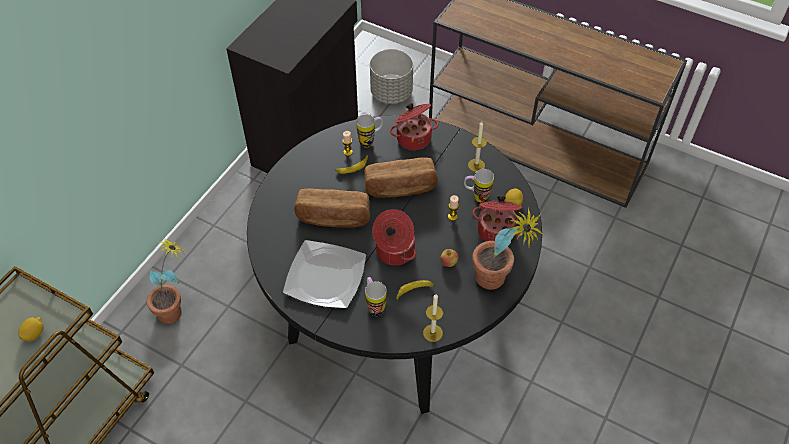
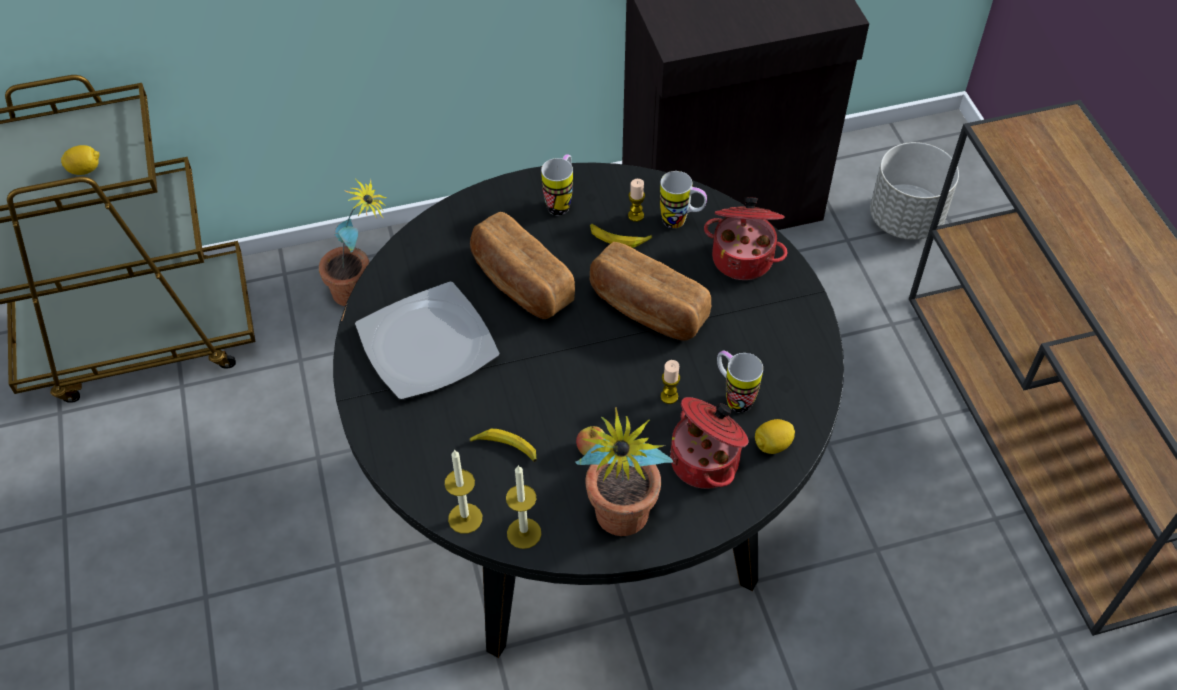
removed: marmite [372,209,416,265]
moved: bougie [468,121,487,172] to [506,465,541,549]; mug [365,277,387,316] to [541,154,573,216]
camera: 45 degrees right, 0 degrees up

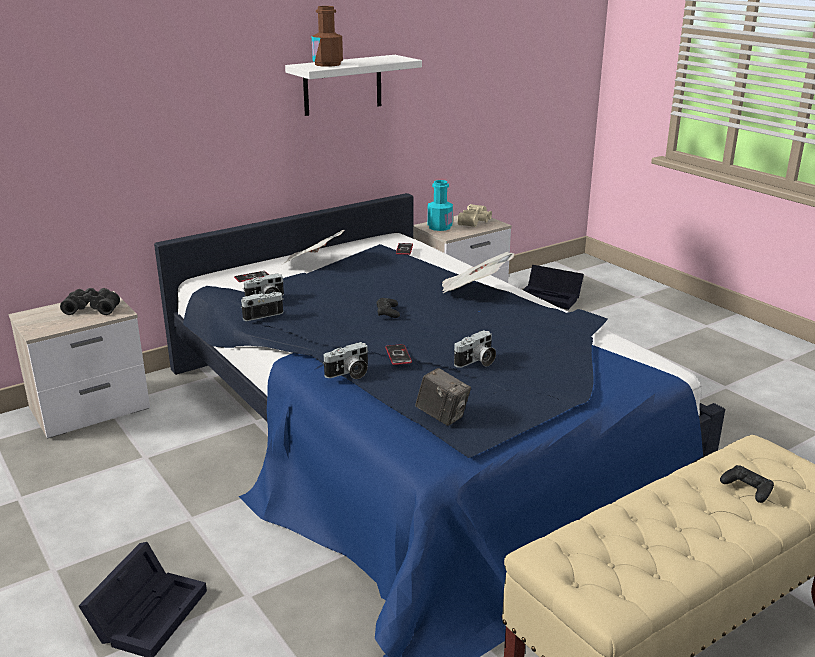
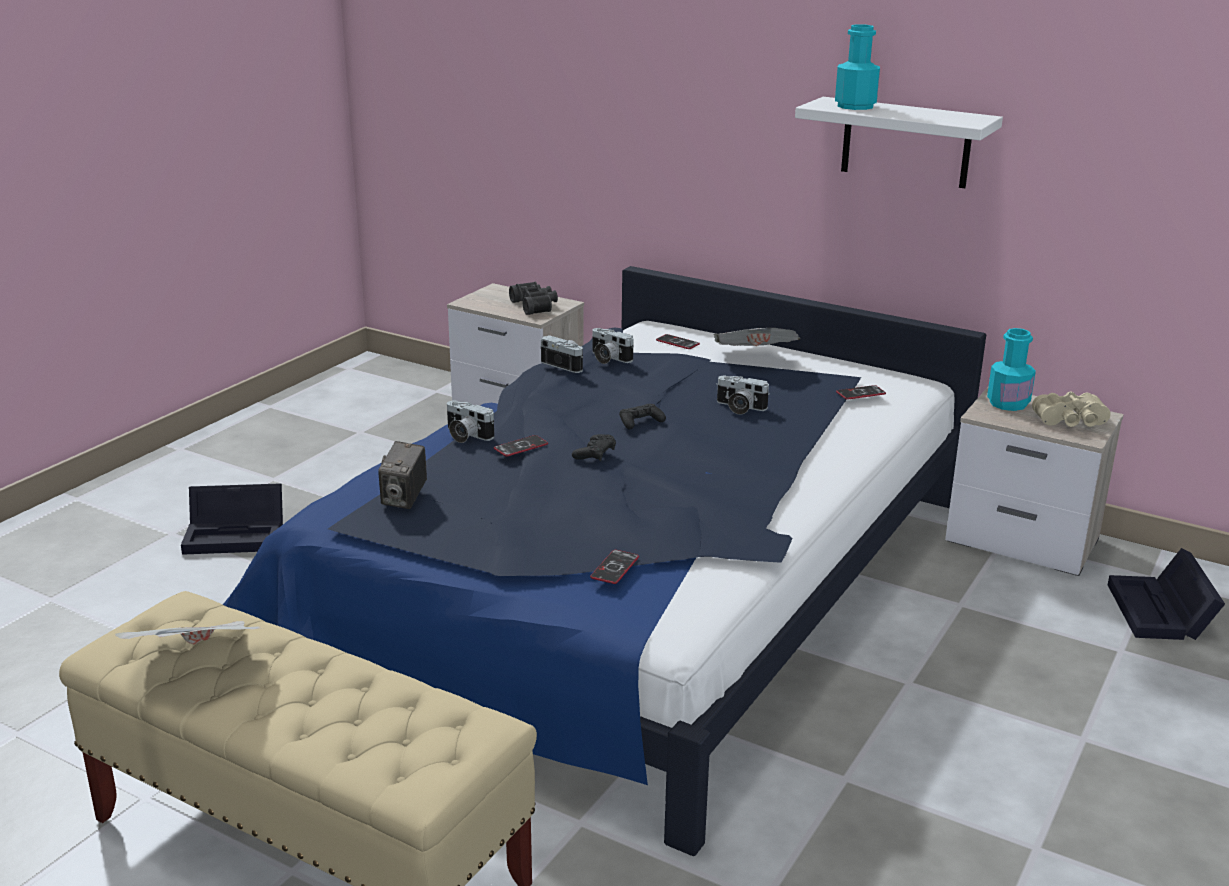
added: téléphone [590,550,639,584]
moved: journal [442,252,514,293] to [115,621,261,644]; manette [noir] [720,465,774,503] to [572,434,616,461]; appareil photo [454,330,496,368] to [716,376,770,415]
recoloured: bouteille [marron] [312,6,343,67] to bouteille [turquoise] [835,24,880,110]
camera: 65 degrees right, 0 degrees up

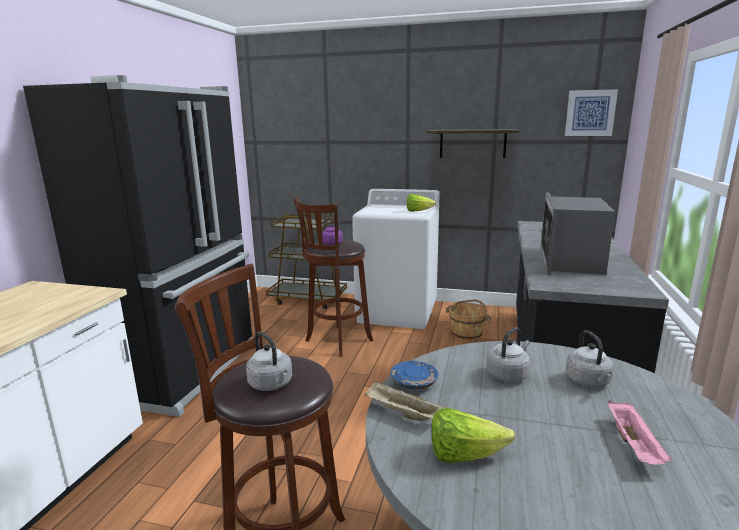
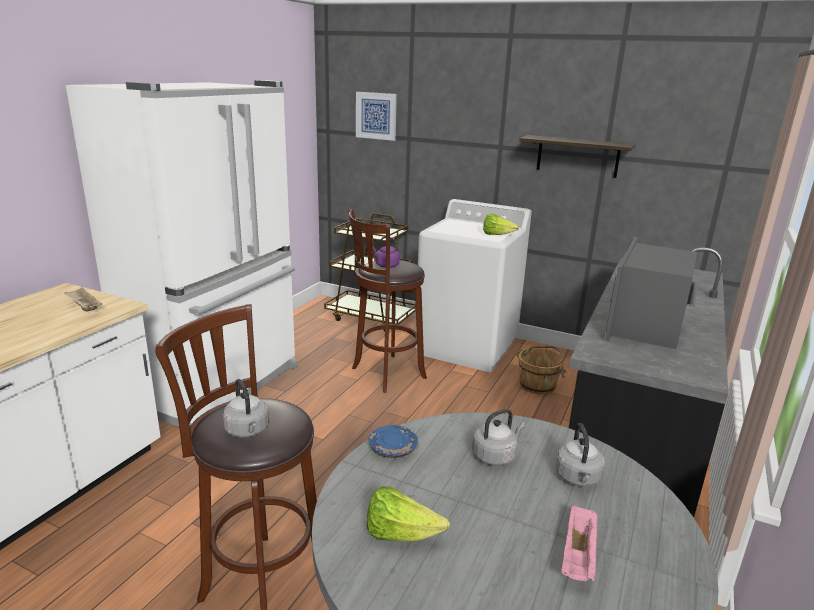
moved: plateau [beige] [364,381,446,421] to [64,287,103,312]; tableau [565,89,618,136] to [356,92,397,141]
recoloured: réfrigérateur [noir] [23,75,253,417] to réfrigérateur [blanc] [66,80,297,427]
camera: 10 degrees right, 5 degrees up

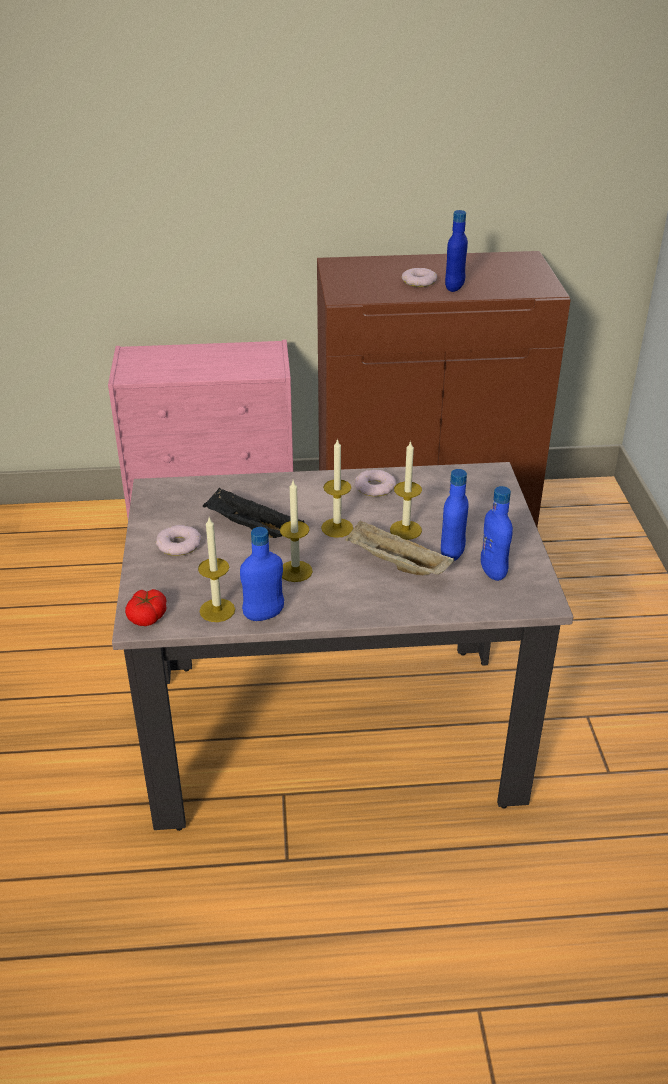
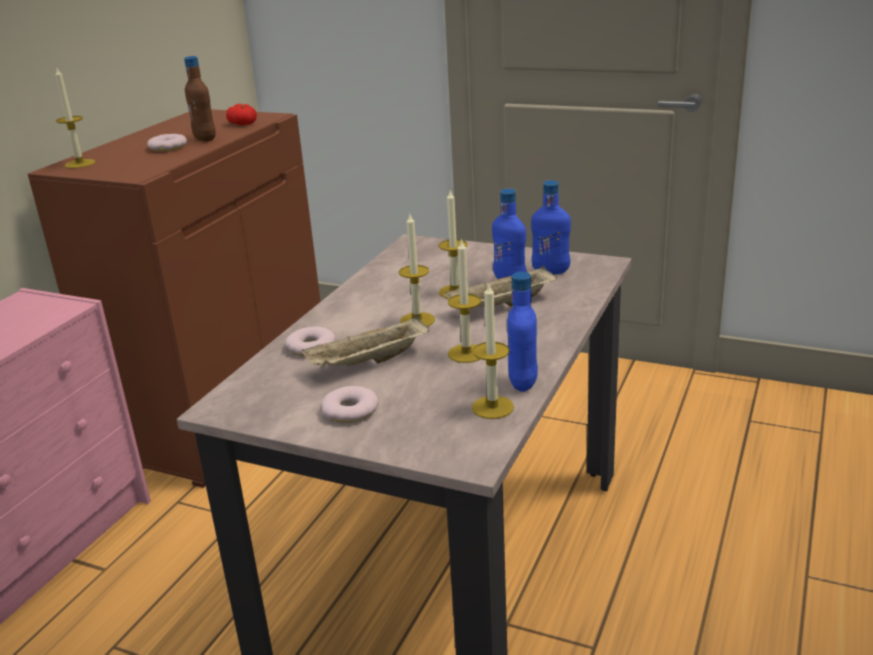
added: bougie [55,66,95,168]
moved: tomate [125,589,167,626] to [226,104,257,125]; beignet [355,470,396,497] to [285,327,336,356]
recoloured: bouteille [bleu] [445,210,468,292] to bouteille [marron] [184,56,216,141]; plateau [noir] [203,487,304,538] to plateau [beige] [302,316,429,367]
camera: 60 degrees left, 10 degrees down

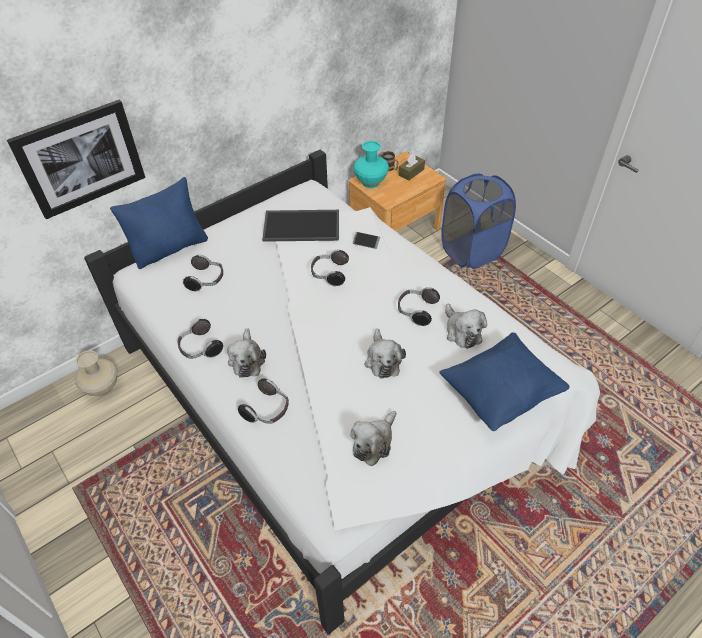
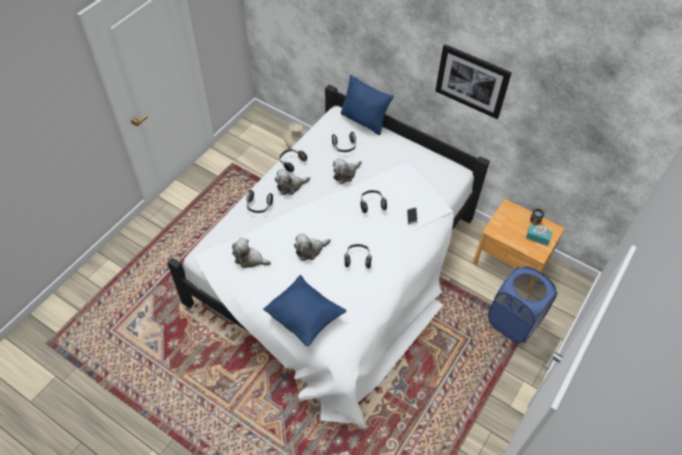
removed: plateau [262,210,339,242]; vase [turquoise] [353,141,389,188]
moved: peluche [445,304,487,349] to [333,158,362,184]; tableau [7,100,145,219] to [435,44,512,119]
recoloured: boîte à mouchoirs [marron] [398,153,425,181] to boîte à mouchoirs [turquoise] [526,224,552,245]
camera: 70 degrees right, 5 degrees up

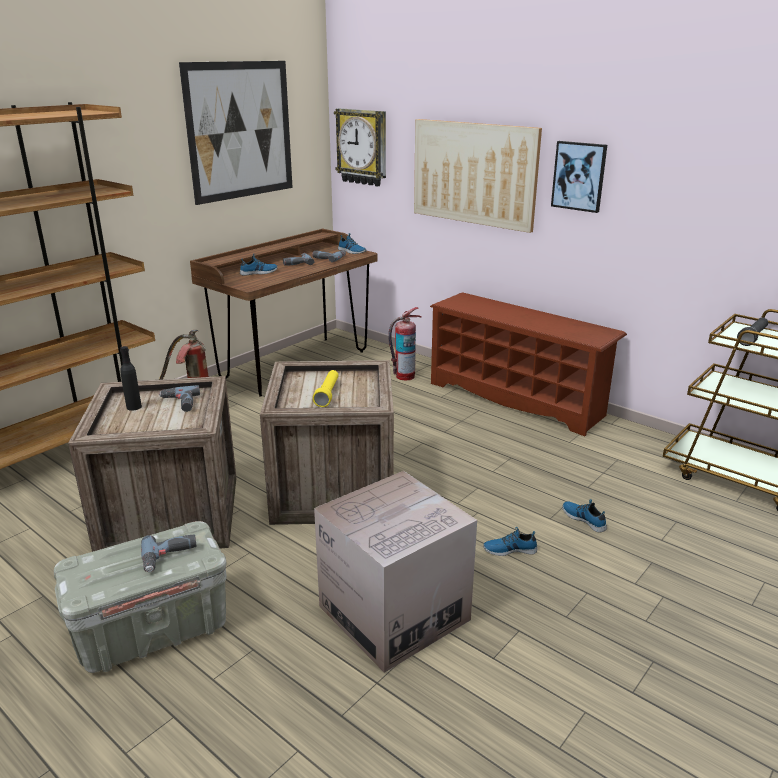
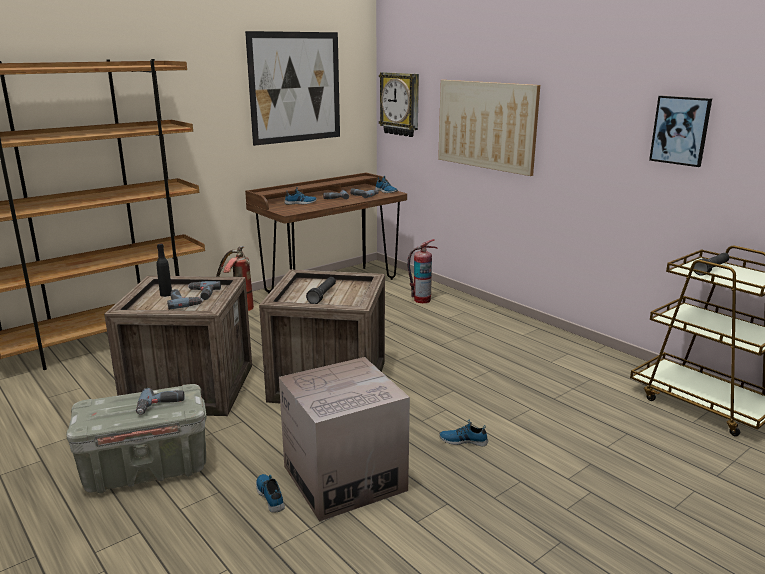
removed: étagère à chaussures [marron] [430,292,627,436]
added: perceuse [167,289,203,309]
moved: chaussure [562,499,607,532] to [256,474,285,513]; tableau [551,141,607,213] to [649,96,712,167]
recoloured: lampe de poche [jaune] [313,370,338,407] to lampe de poche [noir] [306,277,336,304]
camera: 10 degrees right, 5 degrees down

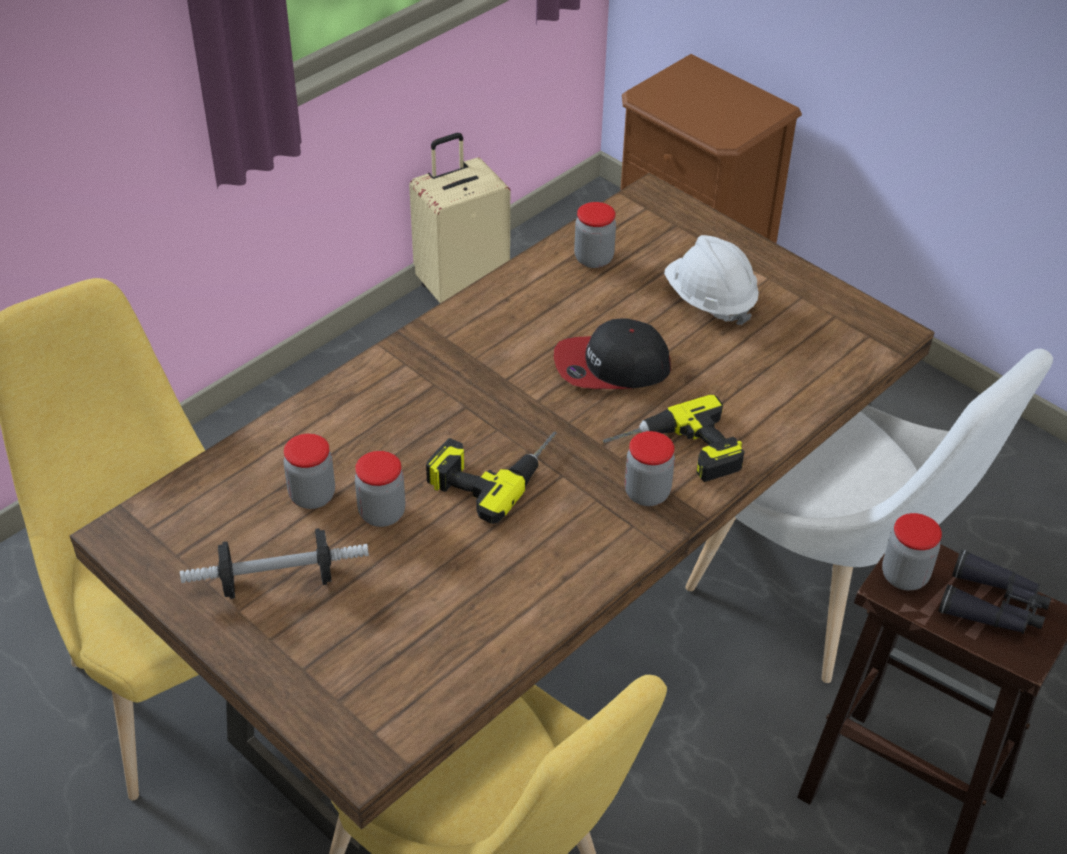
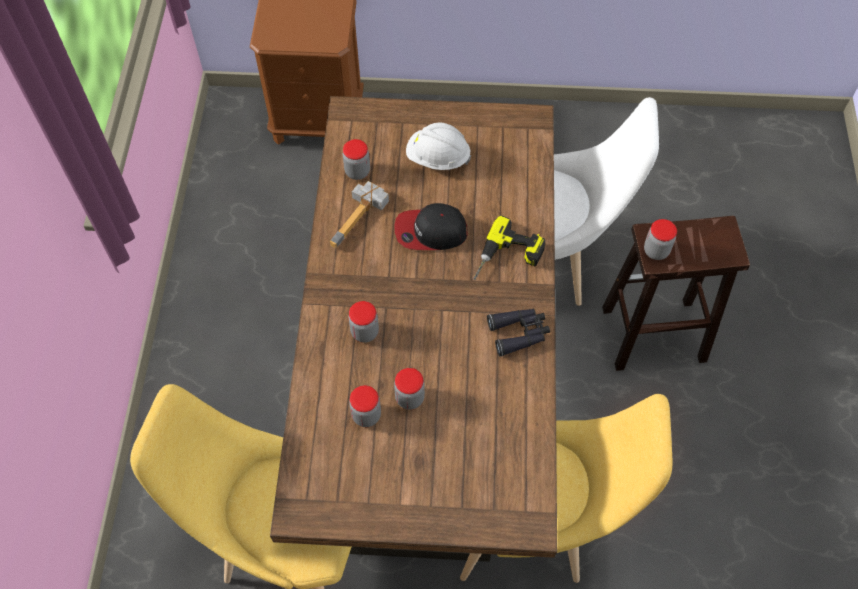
removed: haltère [180,528,369,599]; valise [beige] [409,133,510,303]; perceuse [426,432,557,524]
added: marteau [330,181,389,248]
moved: bocal [625,431,675,506] to [348,301,379,343]; jumelles [noir] [938,549,1051,634] to [487,308,550,357]
turned: casquette [554,318,671,389] = [394,203,468,250] 45 degrees clockwise
camera: 40 degrees left, 15 degrees up

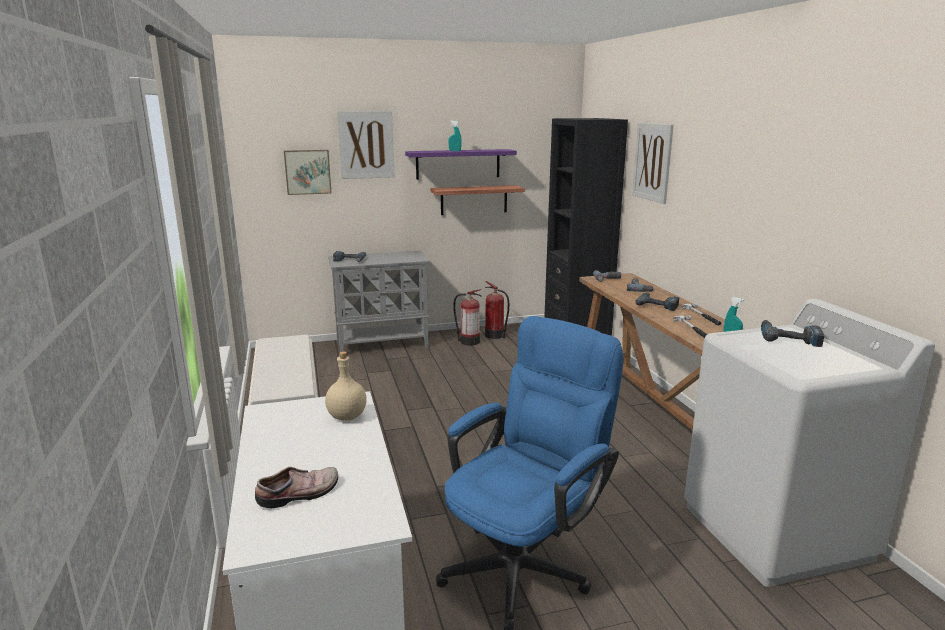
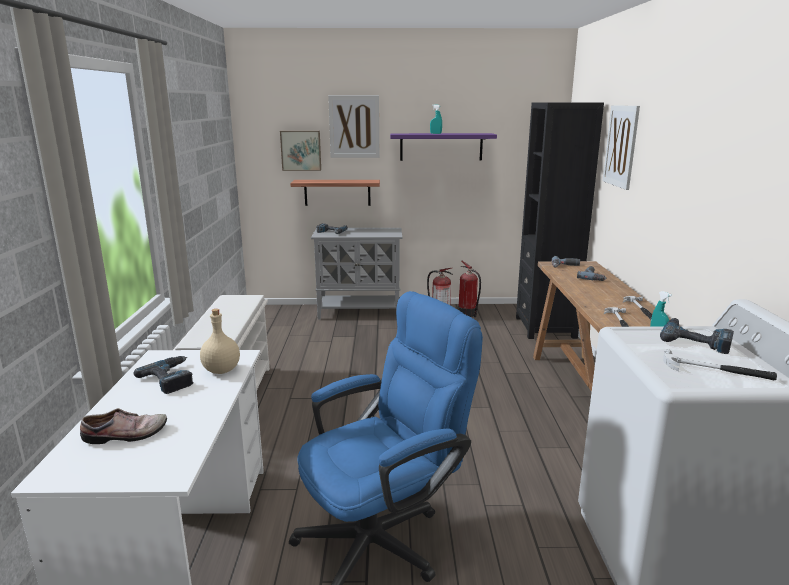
added: marteau [663,349,777,381]
moved: perceuse [635,292,679,311] to [134,356,194,394]; étagère [431,185,525,215] to [290,180,380,206]
camera: 15 degrees right, 0 degrees up

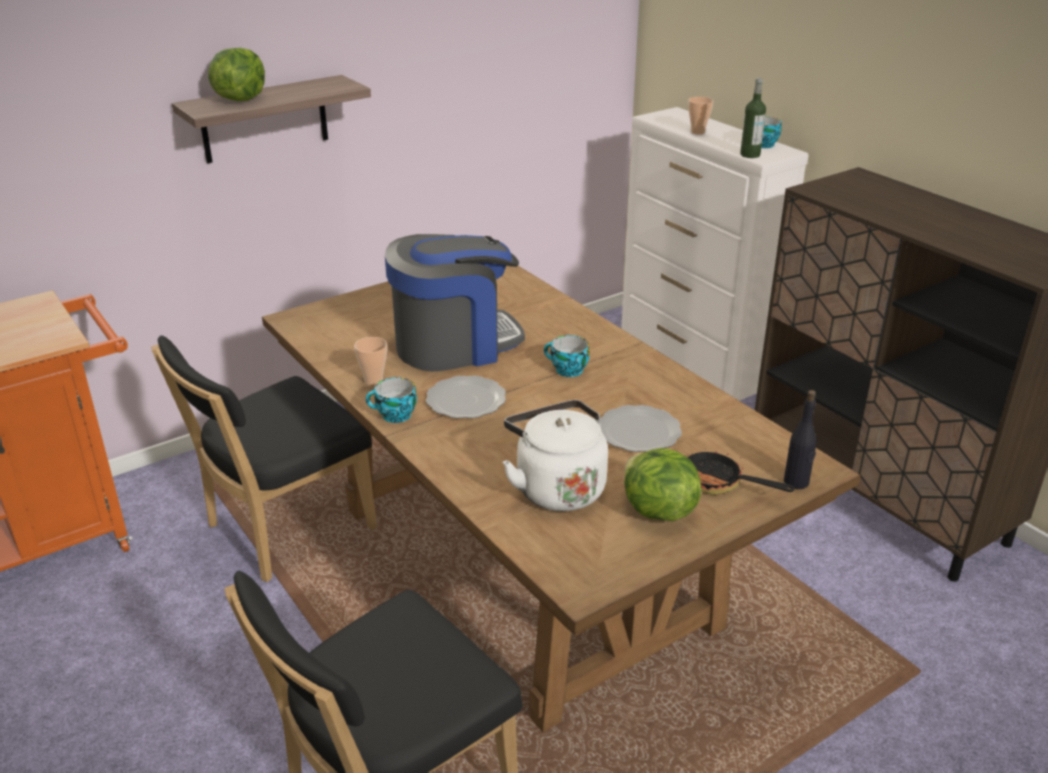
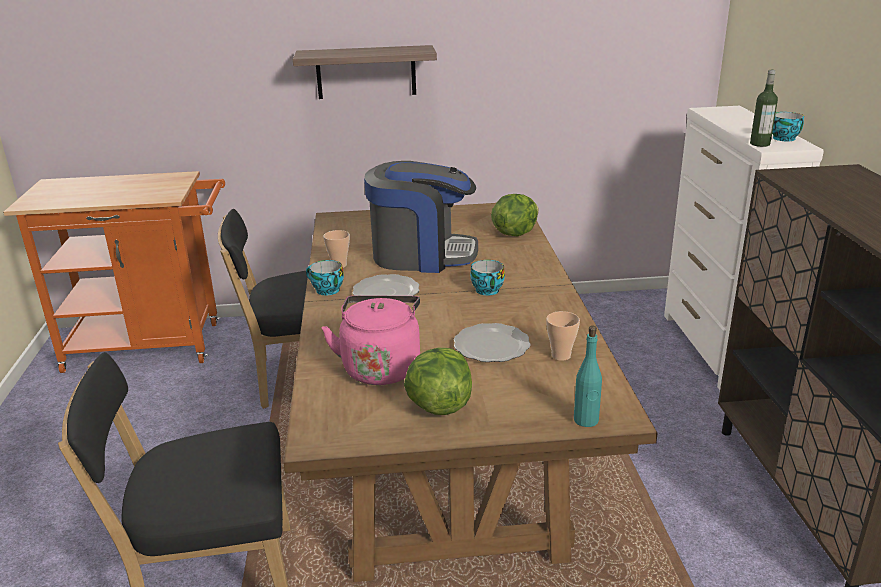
removed: poêle [688,447,795,495]
moved: laitue [208,48,265,101] to [491,194,539,236]; tasse [688,97,714,134] to [546,311,580,361]
recoloured: bouilloire [blanc] [503,400,608,511] to bouilloire [rose] [321,295,420,385]; bouteille [noir] [784,390,816,489] to bouteille [turquoise] [574,326,602,427]
camera: 30 degrees right, 5 degrees down

